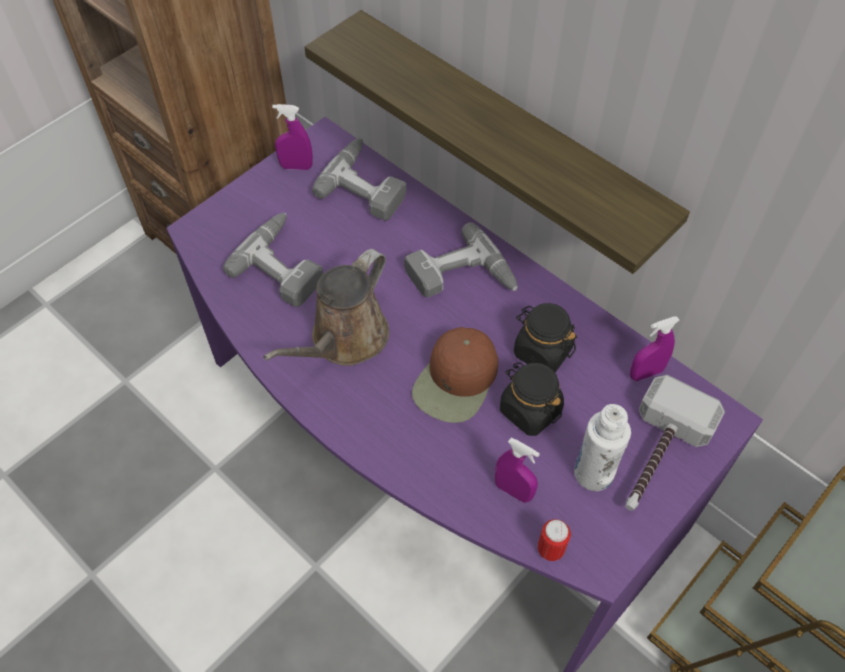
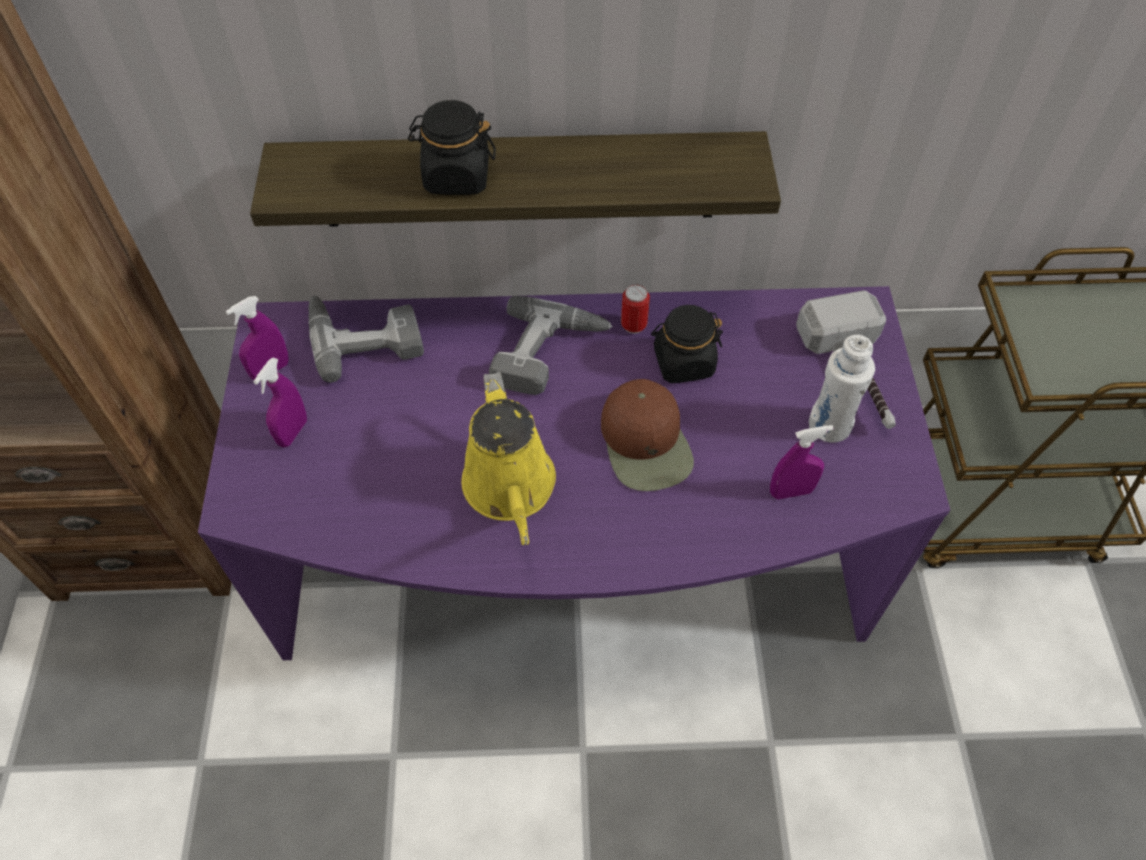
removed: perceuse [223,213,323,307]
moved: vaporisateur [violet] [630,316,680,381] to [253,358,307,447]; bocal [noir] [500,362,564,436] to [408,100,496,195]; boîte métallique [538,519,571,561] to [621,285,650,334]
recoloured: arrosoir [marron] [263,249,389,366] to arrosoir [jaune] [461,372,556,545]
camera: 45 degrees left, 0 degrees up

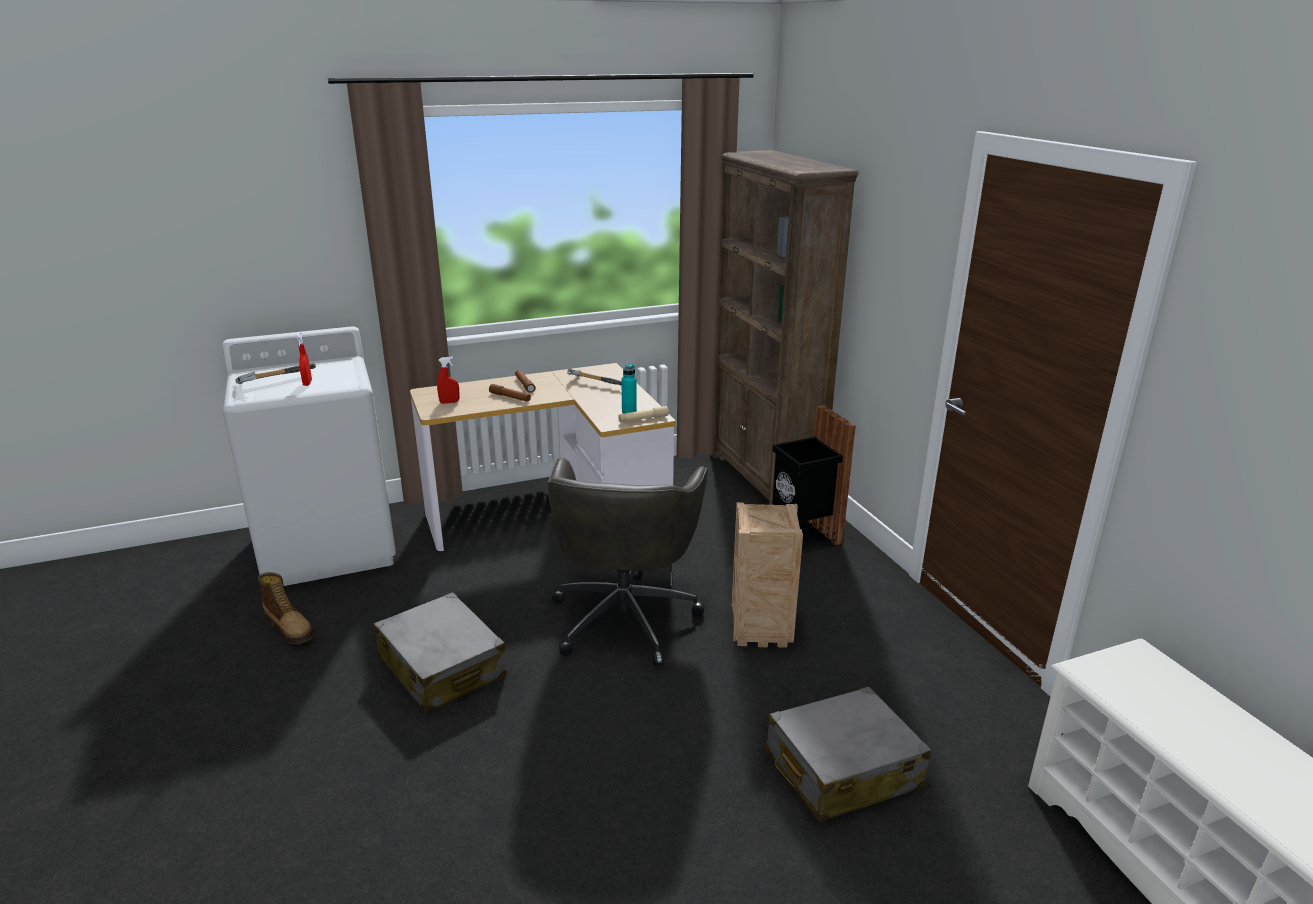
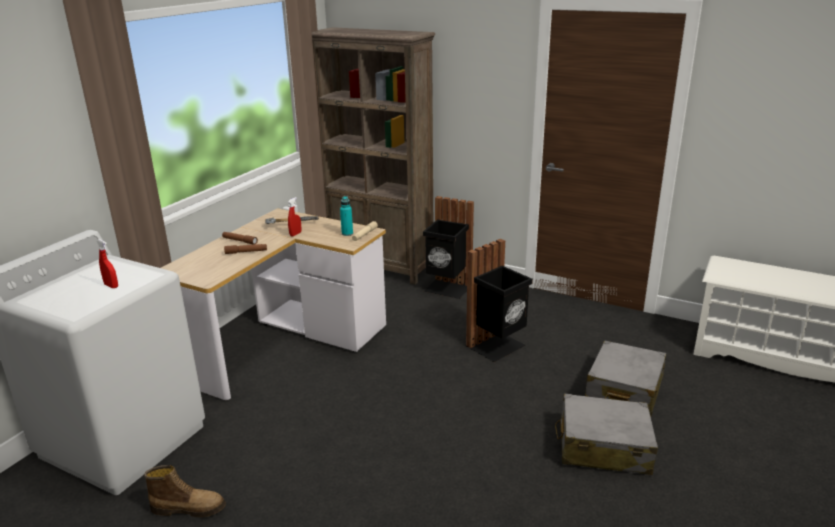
removed: marteau [235,363,316,384]; chaise de bureau [gris] [547,458,708,666]
moved: vaporisateur [rouge] [437,357,459,404] to [288,197,301,237]; valise [gris] [374,592,506,713] to [555,393,658,475]
replaced: caisse [732,503,803,648] to poubelle [noir] [466,239,533,362]
camera: 40 degrees left, 0 degrees up

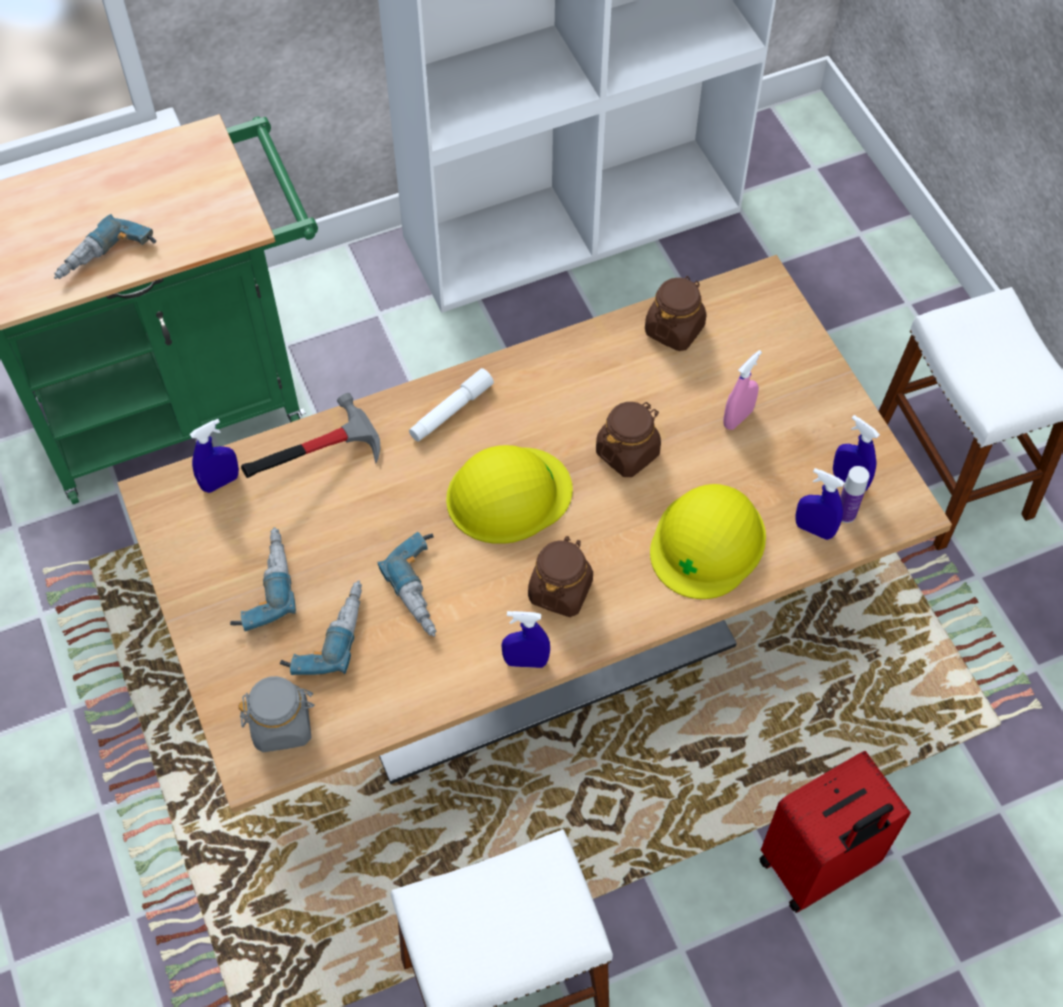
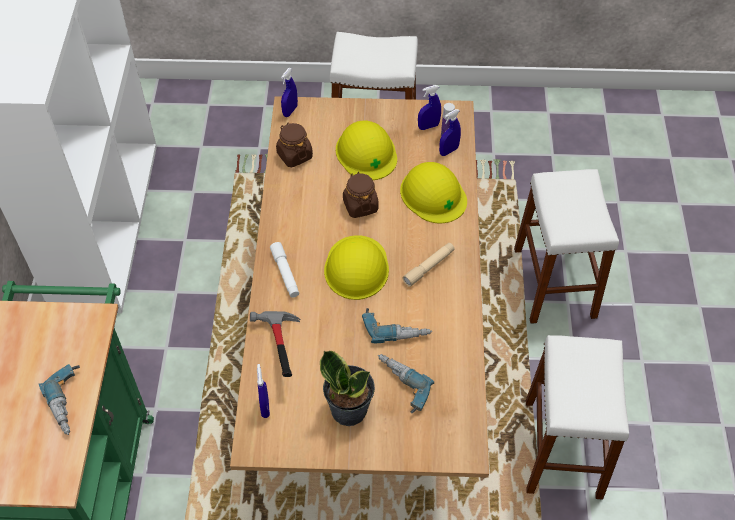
removed: bocal [gris] [238,676,315,752]
moved: vaporisateur [bleu] [501,611,550,668] to [281,68,298,117]
replaced: perceuse [230,527,296,631] to plante en pot [320,351,375,426]; vaporisateur [rose] [723,350,762,430] to casque de chantier [jaune] [336,121,397,180]; bocal [marron] [528,536,593,617] to lampe de poche [beige] [402,243,454,287]; valise [rouge] [759,751,911,913] to tabouret [blanc] [514,169,619,324]
camera: 65 degrees left, 5 degrees down

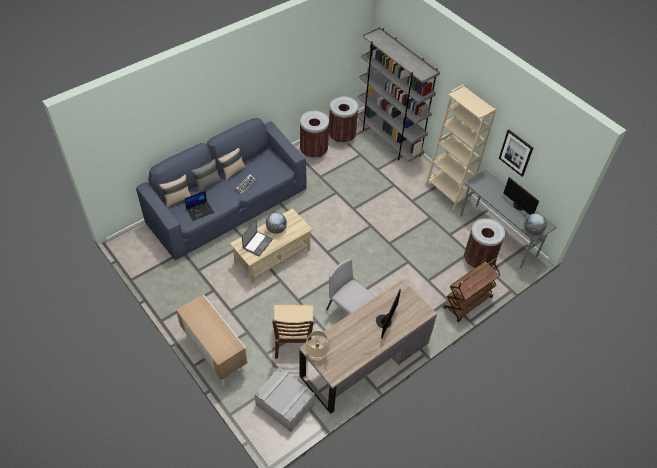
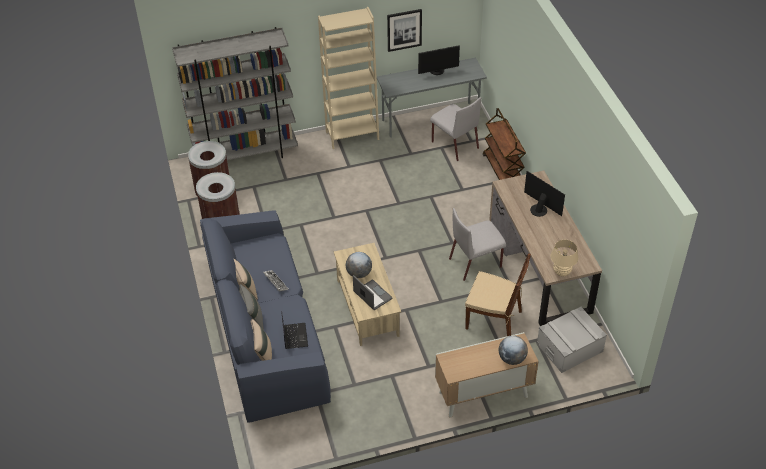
moved: globe [524,213,547,235] to [499,336,528,365]
replaced: poubelle [marron] [464,218,505,269] to chaise [gris] [430,97,481,161]
camera: 65 degrees left, 5 degrees down

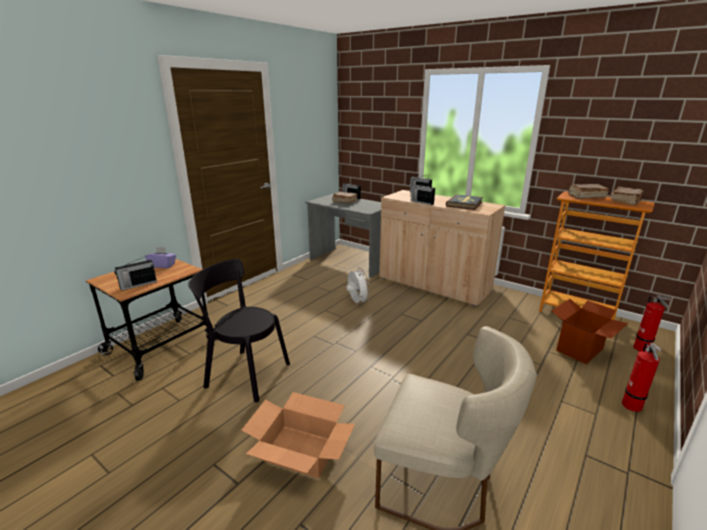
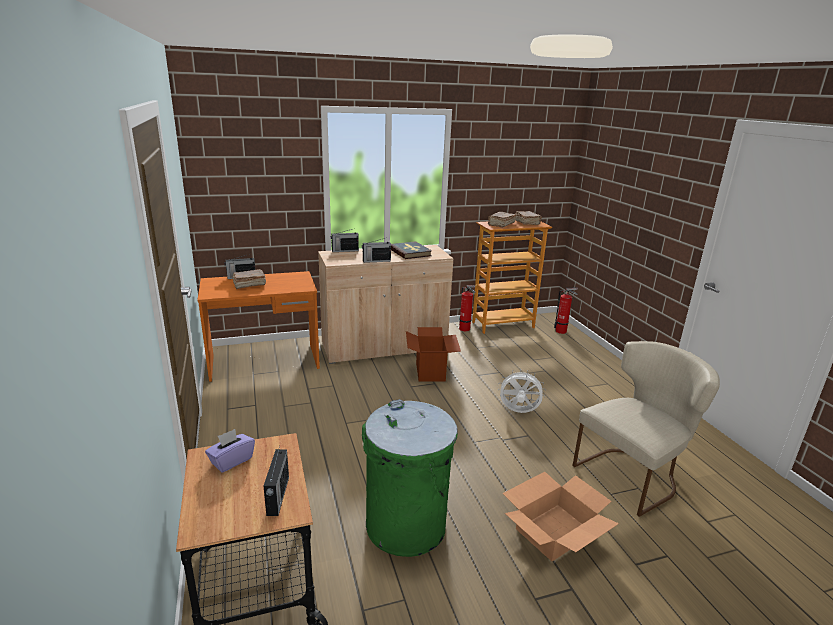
moved: carton [552,299,628,364] to [406,327,461,382]; extincteur [622,343,661,412] to [459,285,476,331]; ventilateur [blanc] [346,268,370,304] to [498,369,546,413]
replaced: chaise [noir] [188,259,290,403] to poubelle [vert] [362,399,458,557]
recoloured: bureau [gris] [305,194,382,278] to bureau [orange] [198,271,320,382]
camera: 55 degrees left, 0 degrees up

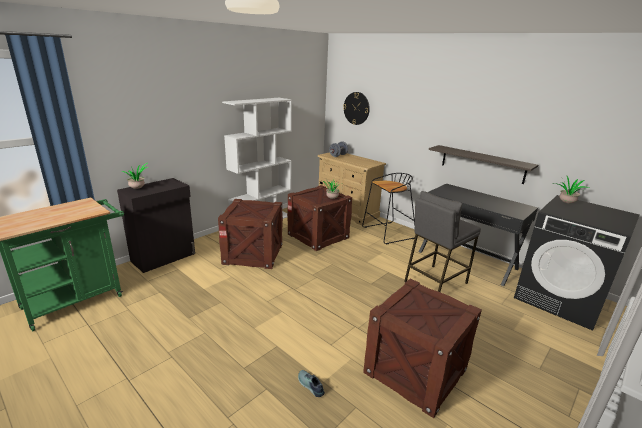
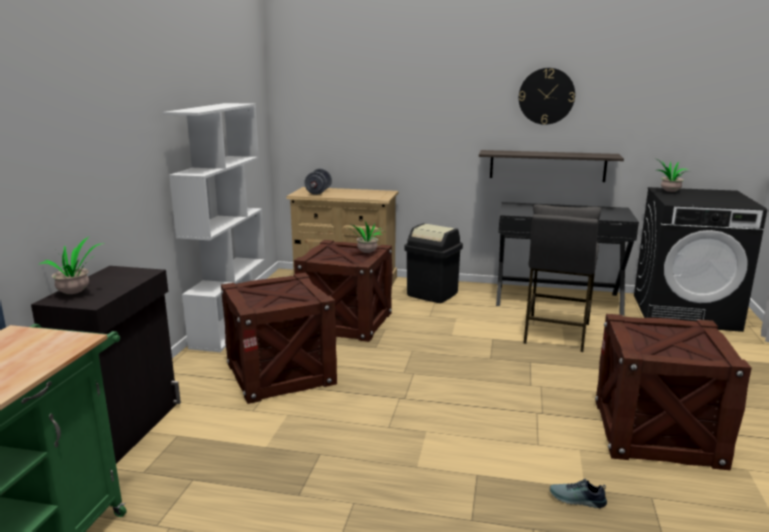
moved: horloge murale [343,92,370,125] to [519,68,575,125]
replaced: tabouret [noir] [362,173,416,245] to poubelle [noir] [404,223,463,303]
camera: 30 degrees left, 5 degrees down

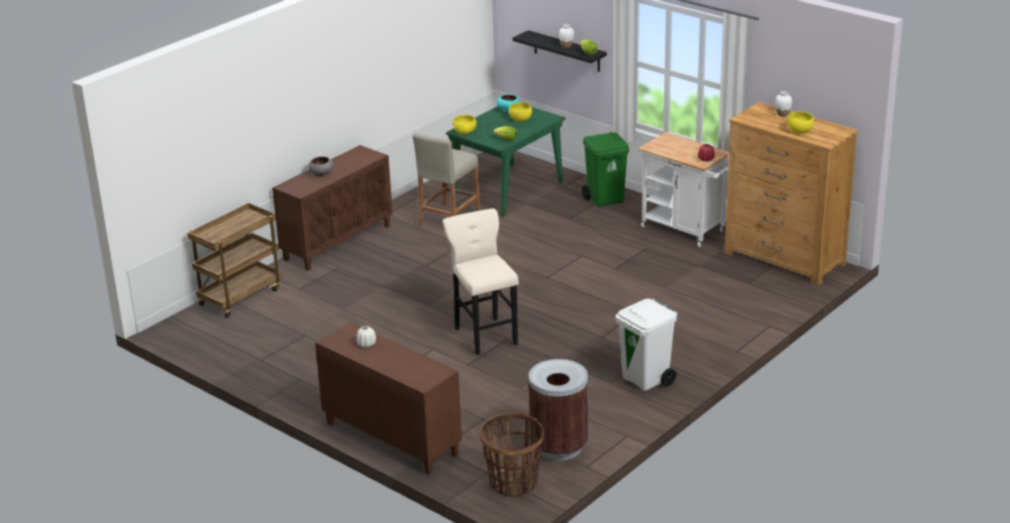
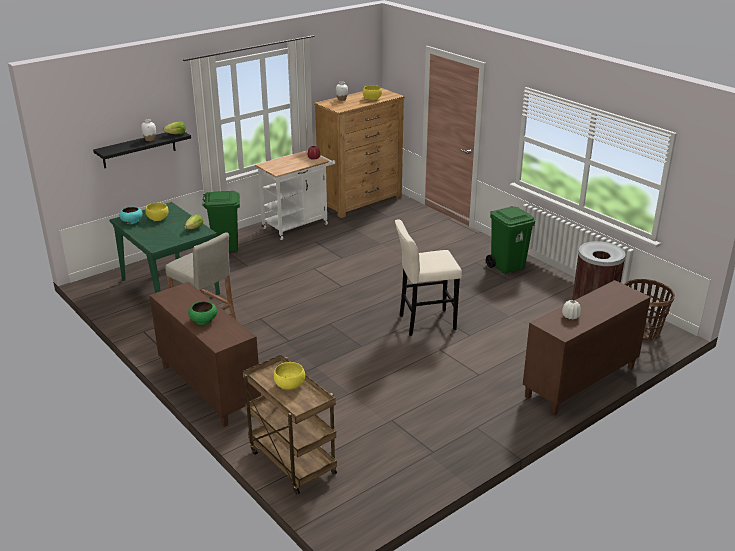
moved: bol [jaune] [453,115,477,134] to [274,362,305,390]
recoloured: bol [gris] [308,156,334,177] to bol [vert] [188,301,217,325]; poubelle [blanc] [615,299,678,391] to poubelle [vert] [486,206,535,274]
camera: 80 degrees left, 0 degrees up

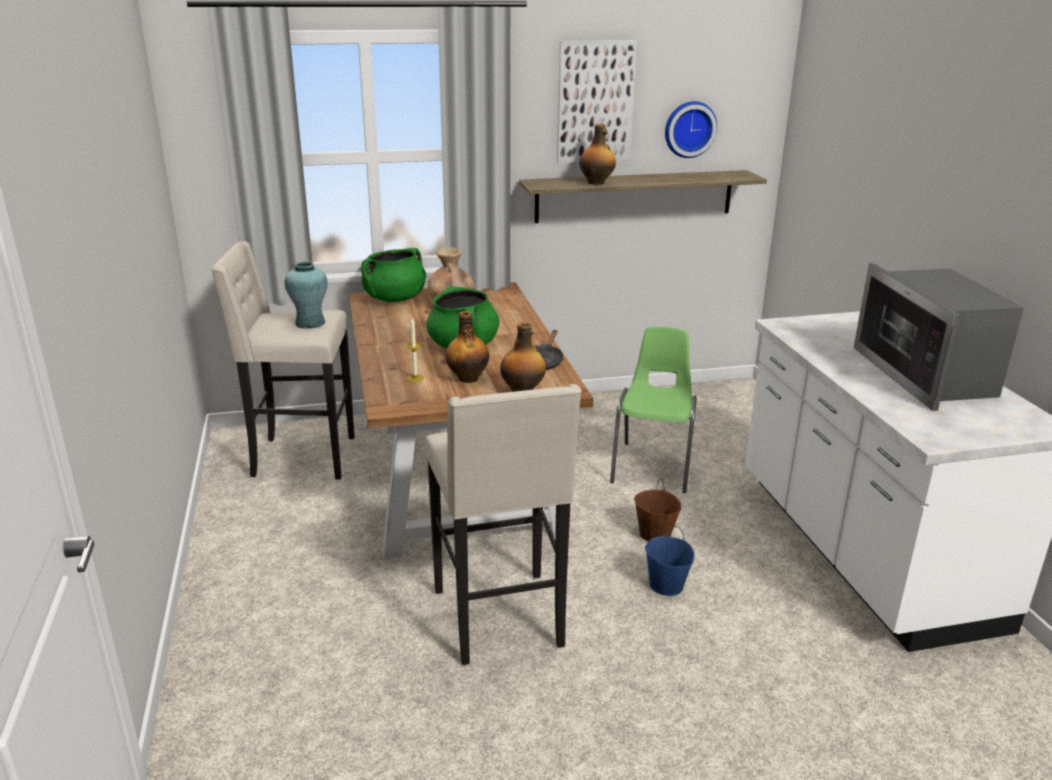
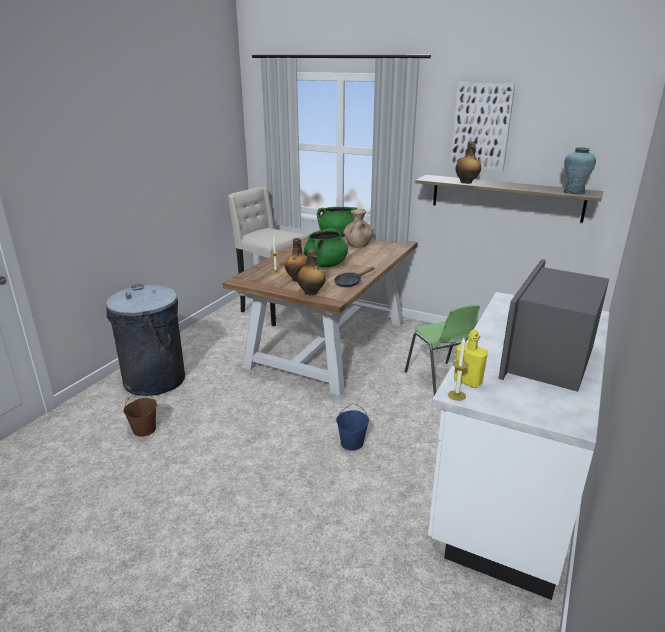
removed: tabouret [beige] [425,384,582,665]; horloge murale [665,101,717,158]
added: poubelle [gris] [106,283,185,396]; bougie [448,338,469,401]; bouteille [jaune] [454,330,488,388]
moved: seau [marron] [634,478,681,542] to [124,391,157,437]; vase [turquoise] [284,261,328,329] to [564,147,596,195]
turned: chaise [vert] [610,327,697,493] = [405,305,480,395] 105 degrees clockwise
camera: 40 degrees right, 0 degrees up

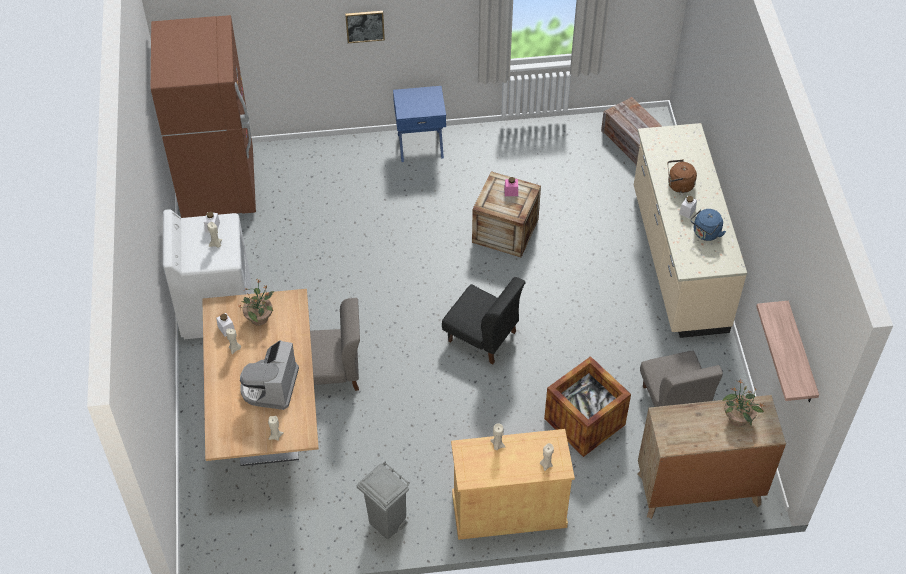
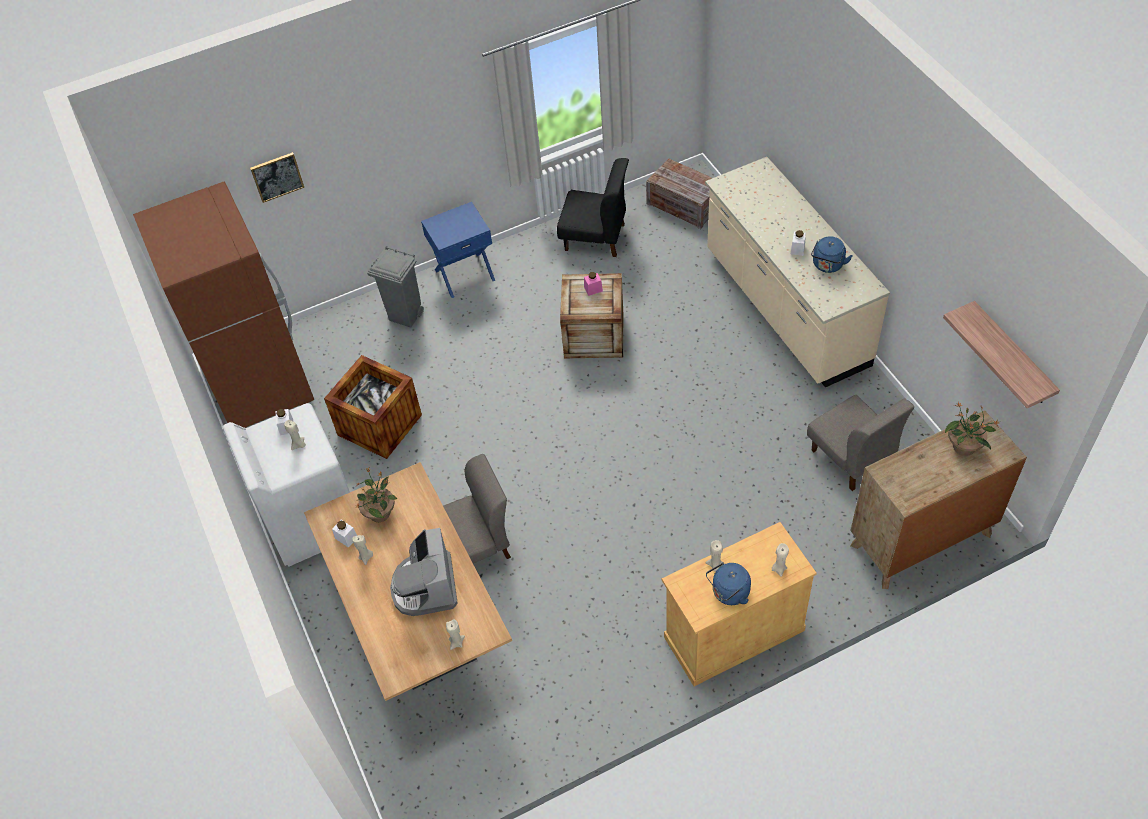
removed: bouilloire [marron] [668,159,697,193]
added: bouilloire [bleu] [706,562,751,605]
moved: tableau [345,11,385,43] to [250,152,304,203]; caisse [544,356,631,457] to [324,355,422,459]; poubelle [gris] [357,462,409,540] to [367,246,424,328]; chaise [noir] [442,277,526,364] to [557,158,629,257]
camera: 15 degrees left, 0 degrees up

